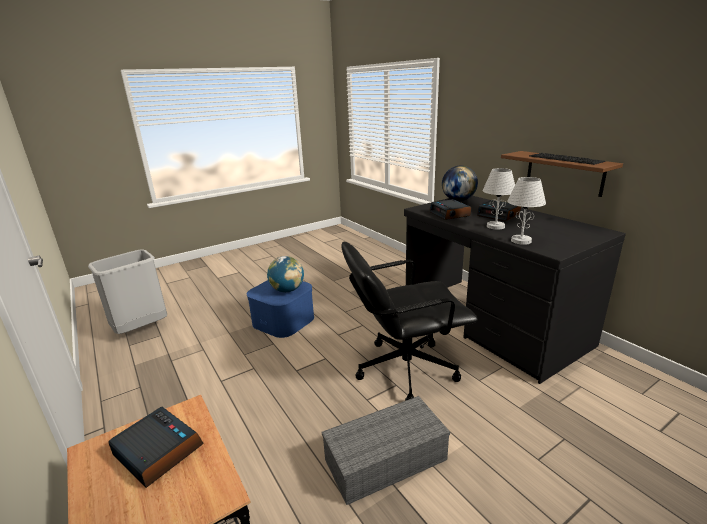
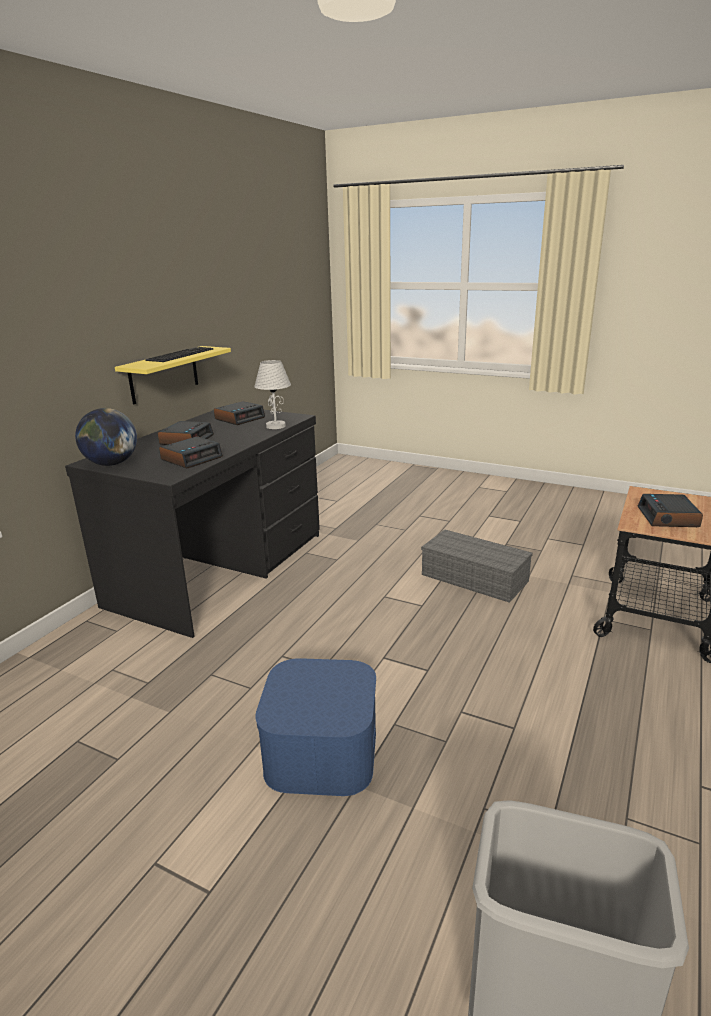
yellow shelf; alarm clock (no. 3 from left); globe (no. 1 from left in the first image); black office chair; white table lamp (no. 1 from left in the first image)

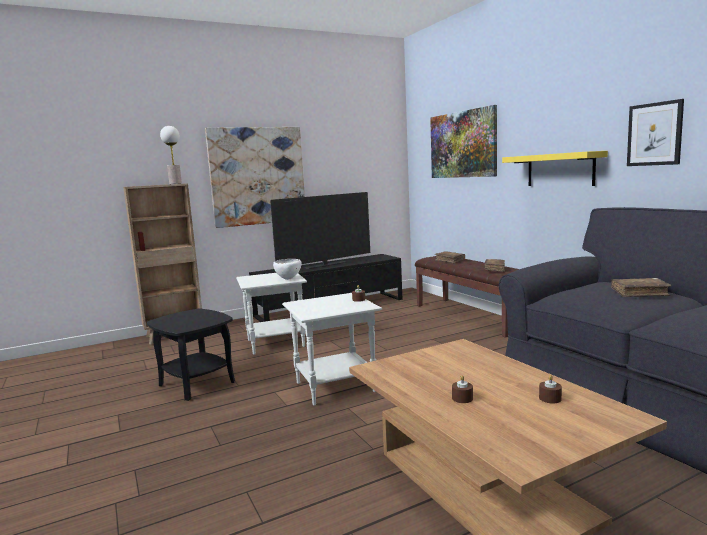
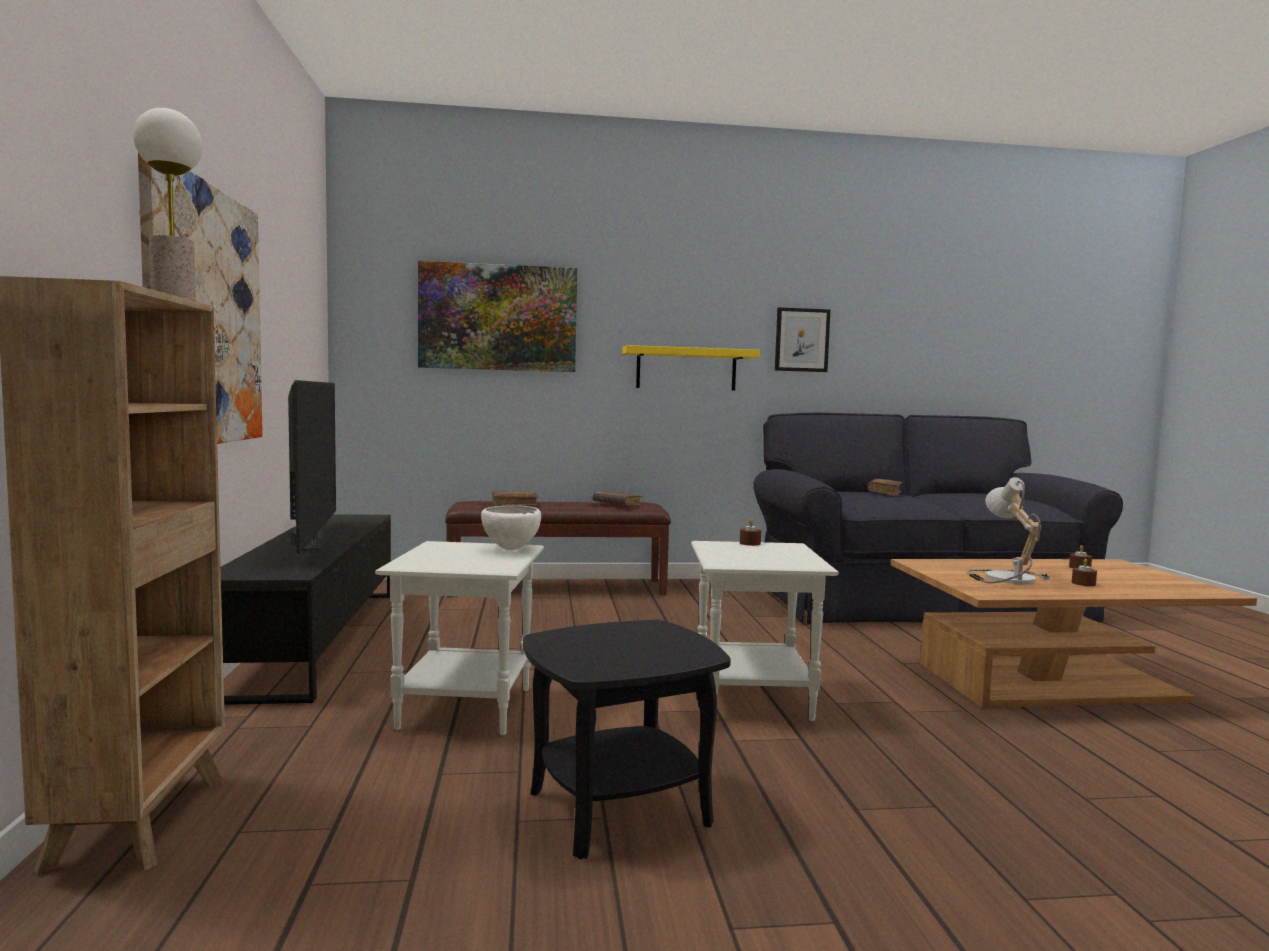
table lamp (no. 2 from left)

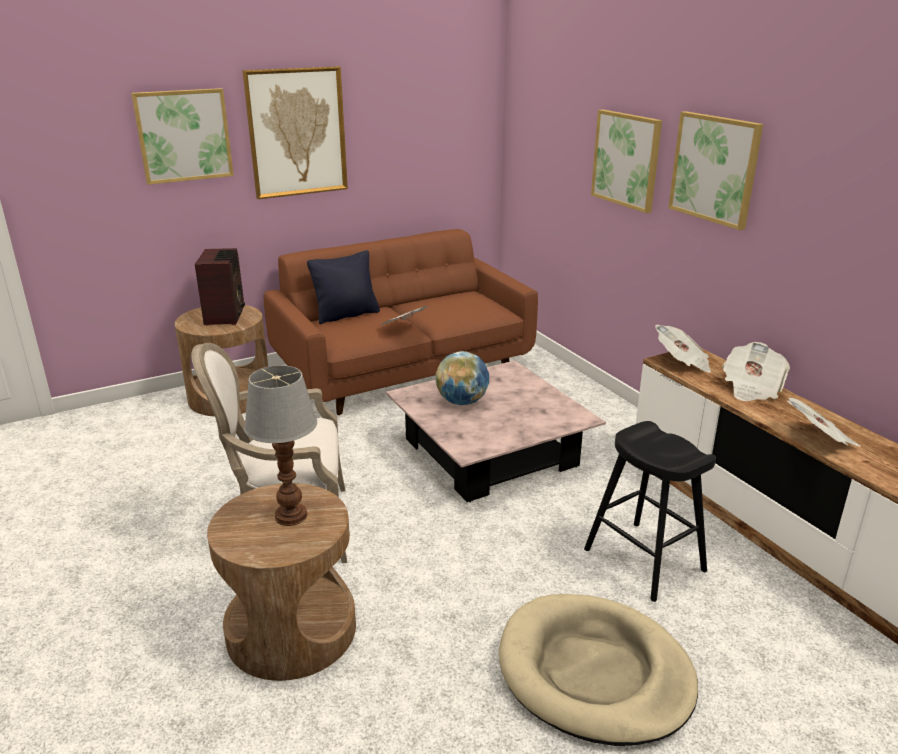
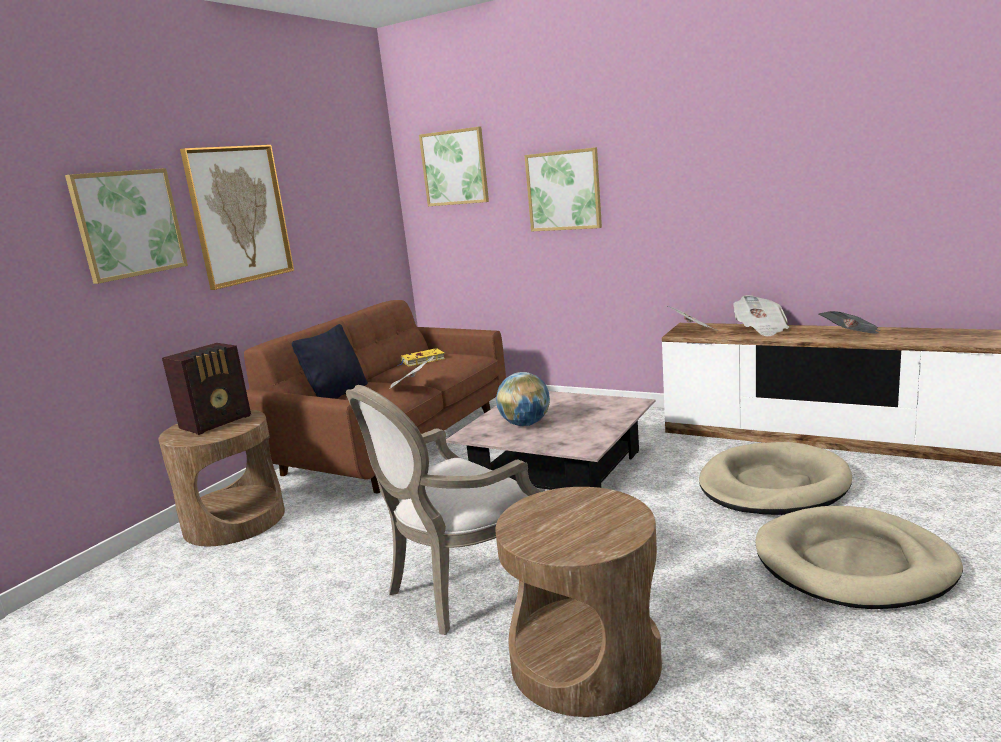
radio; yellow book; picture (no. 3 from left); beige dog bed (no. 1 from left); table lamp

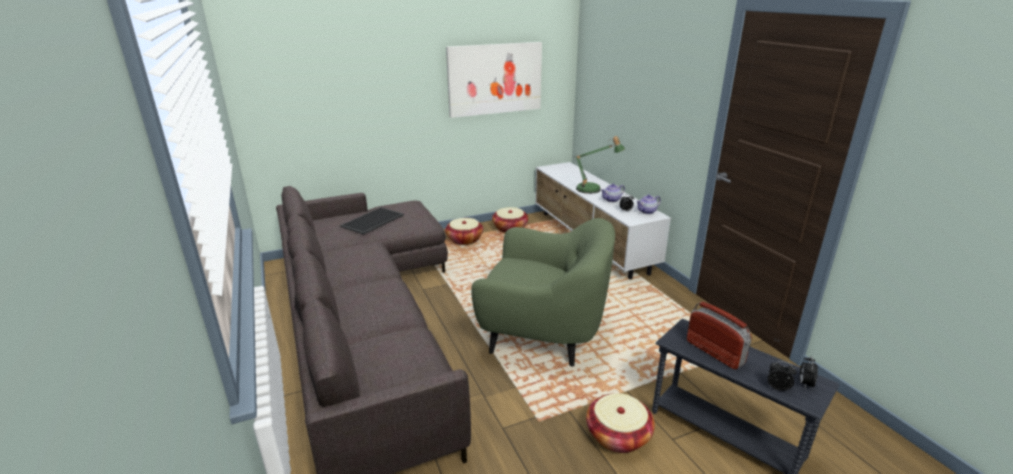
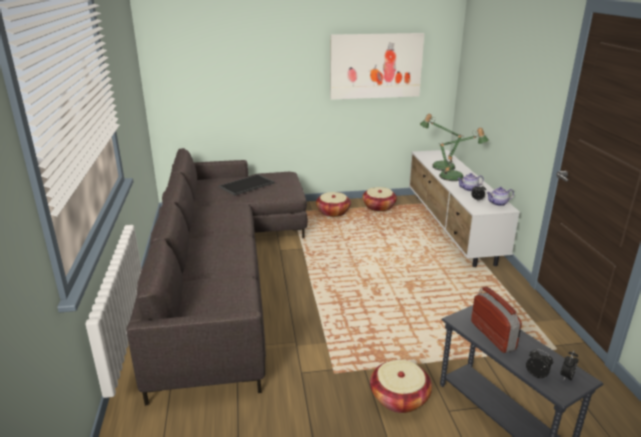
table lamp (no. 1 from left); green armchair

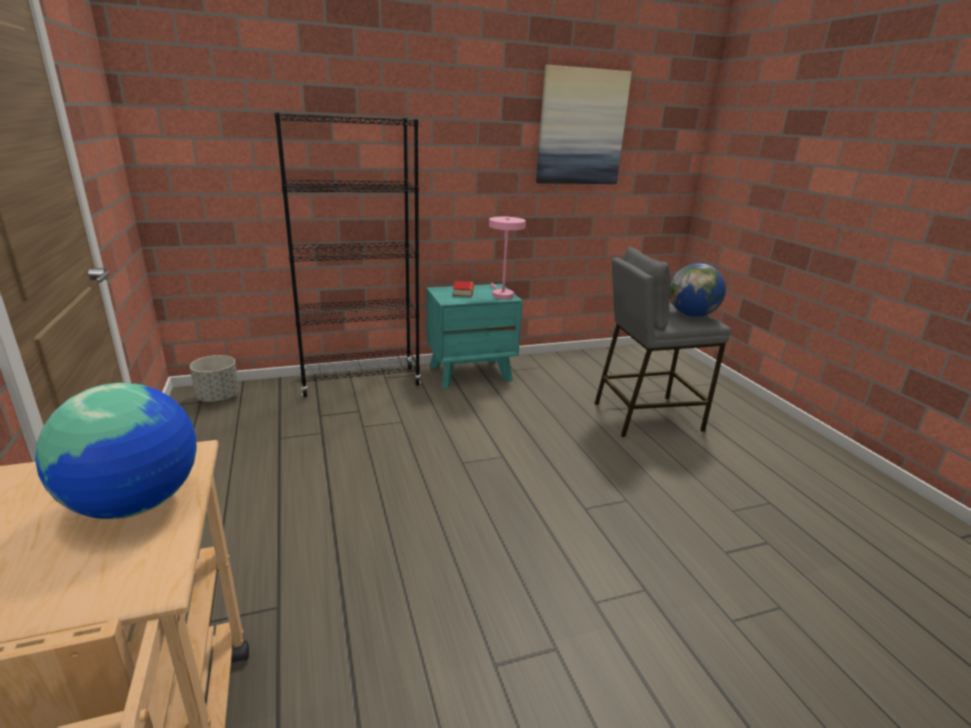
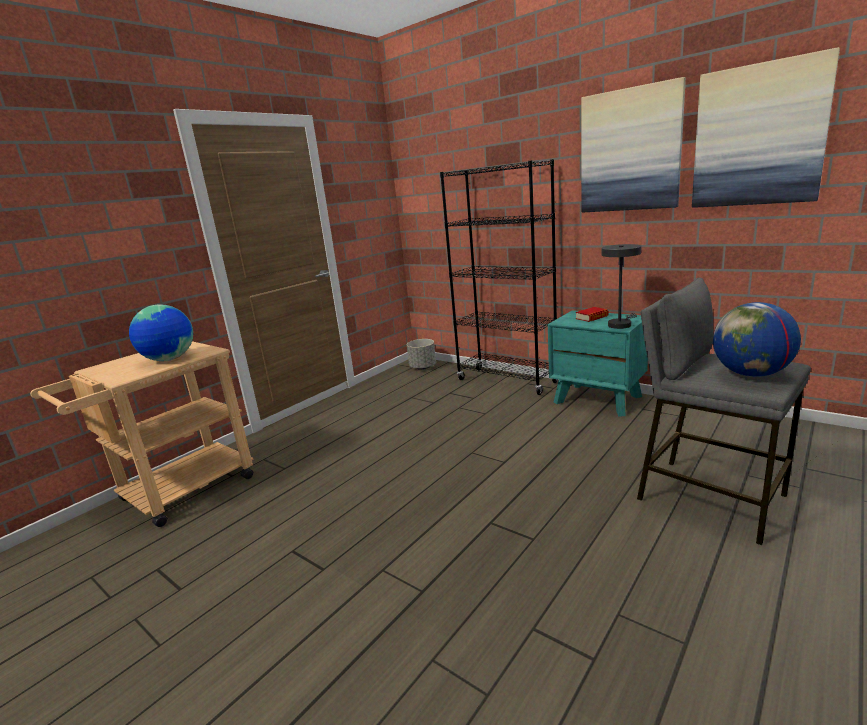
picture (no. 1 from left); grey table lamp

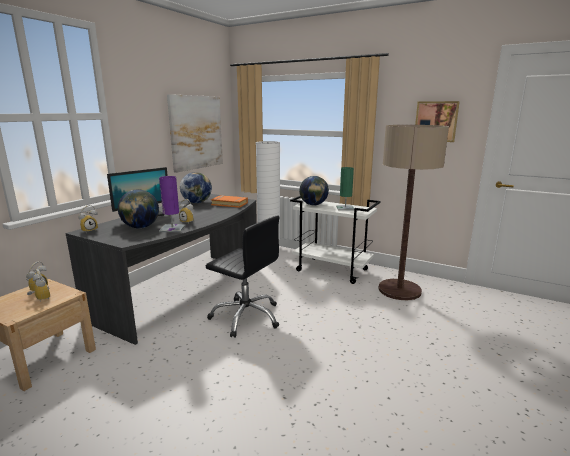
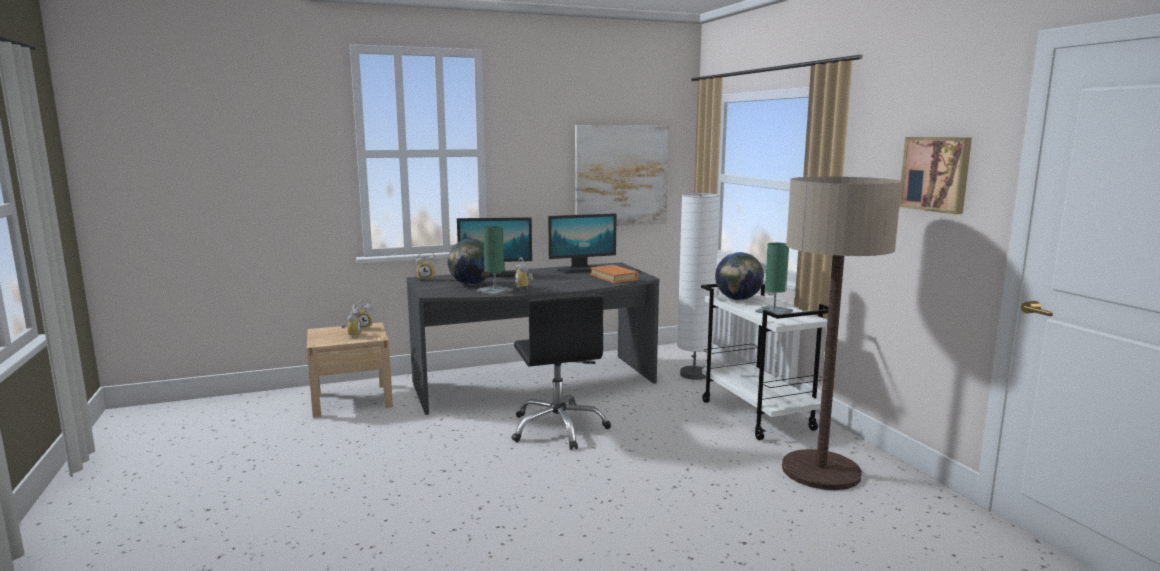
green table lamp (no. 1 from left); monitor (no. 2 from left)

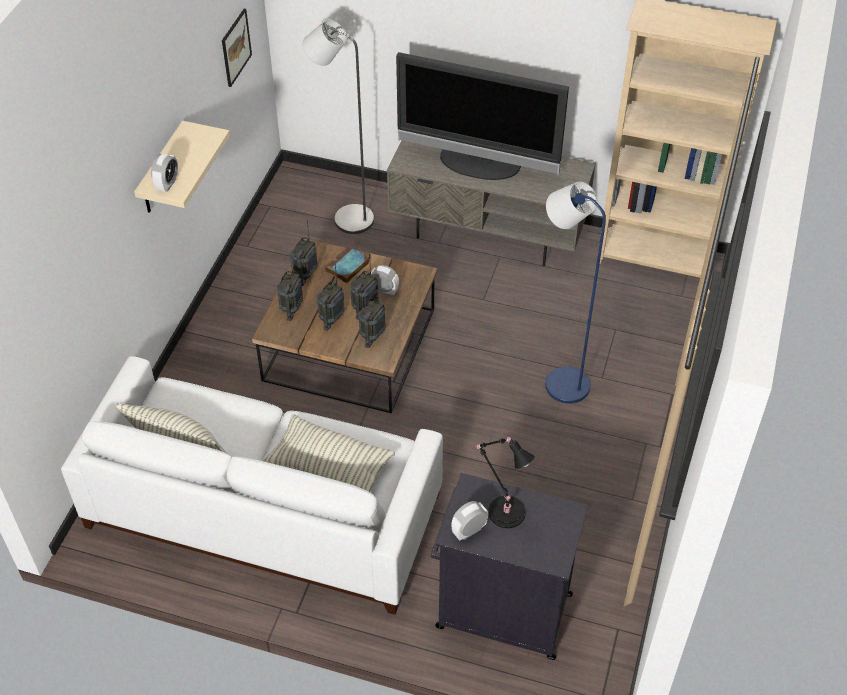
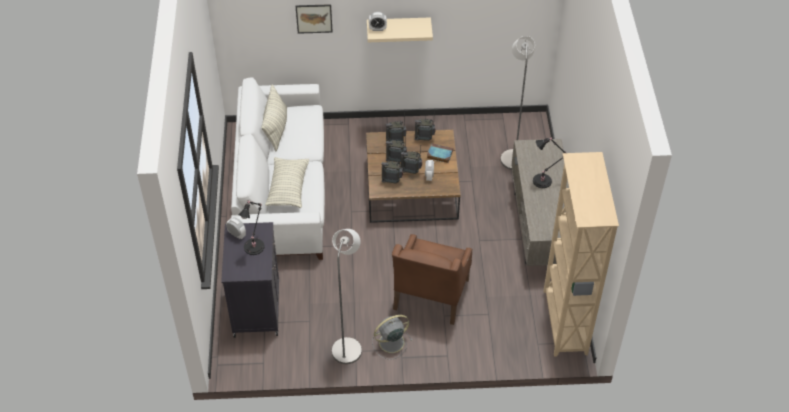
picture; grey floor lamp (no. 1 from left); grey fan; brown armchair; black table lamp (no. 2 from left)

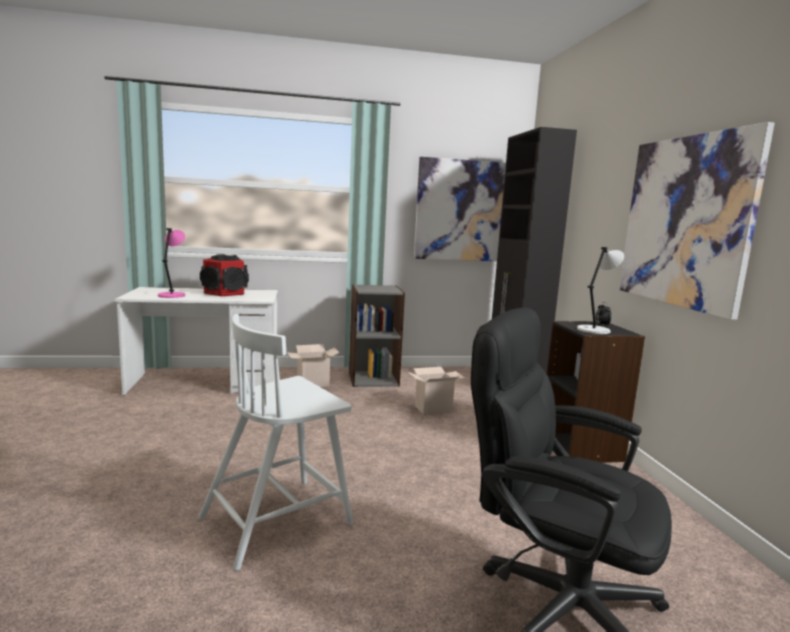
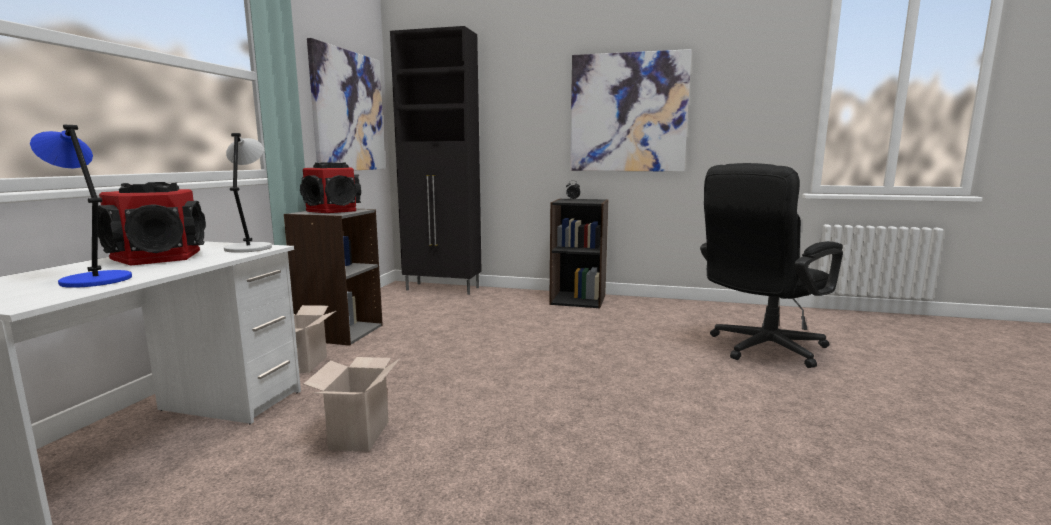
blue table lamp; grey table lamp; speaker (no. 2 from left); cardboard box (no. 2 from left); white chair

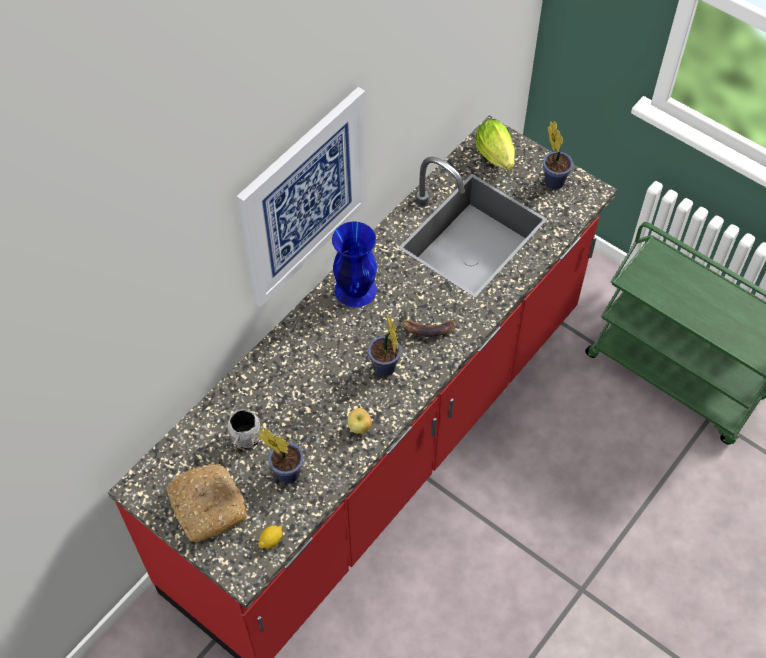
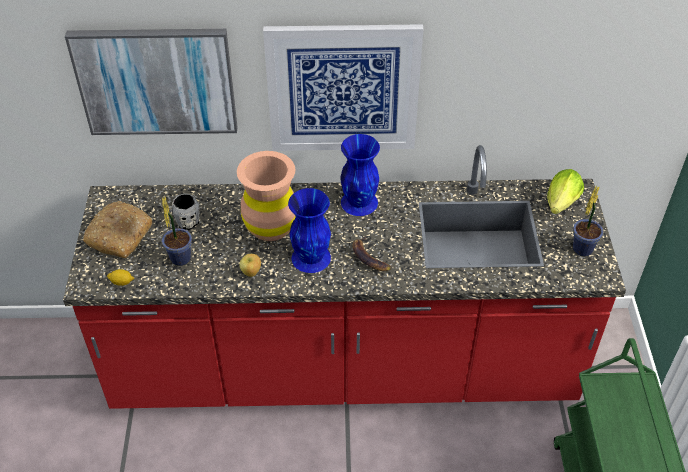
picture (no. 1 from left); brown vase; blue vase (no. 1 from left)

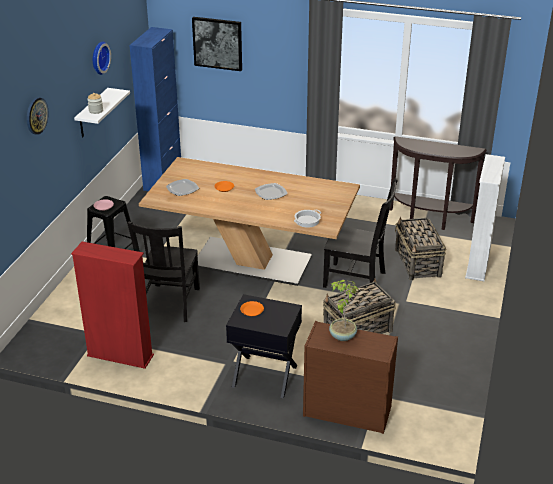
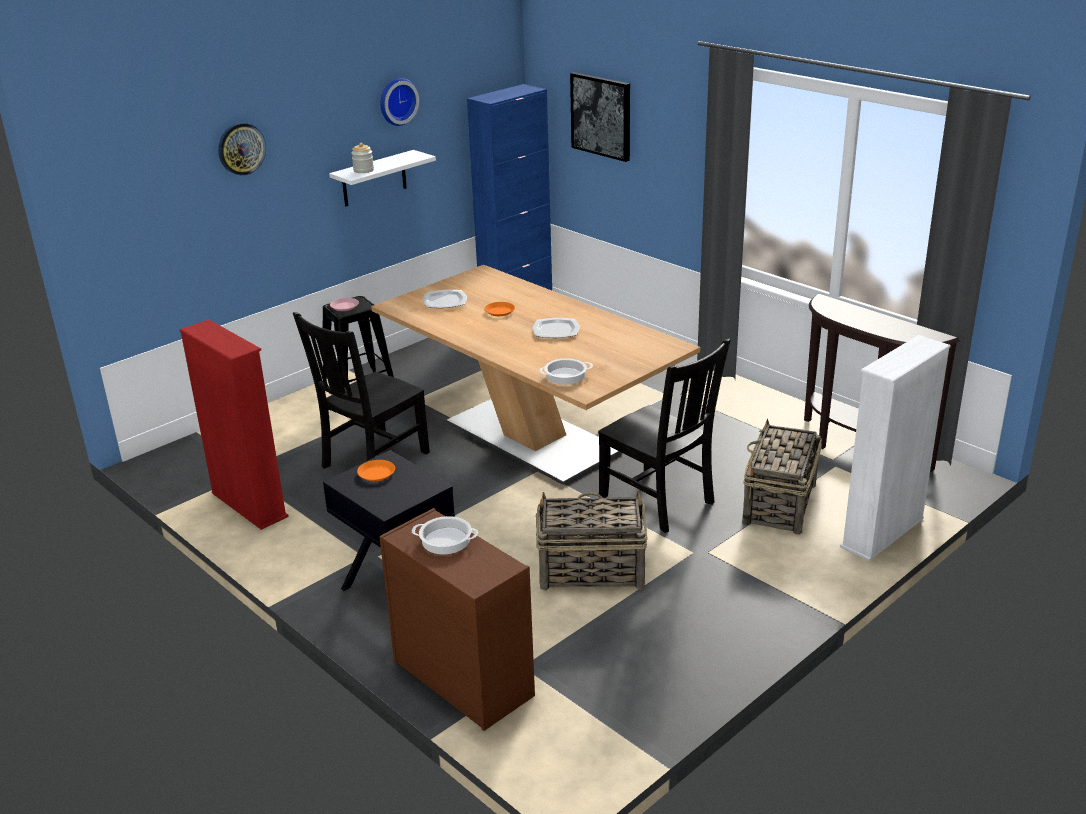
cooking pot (no. 1 from left)

